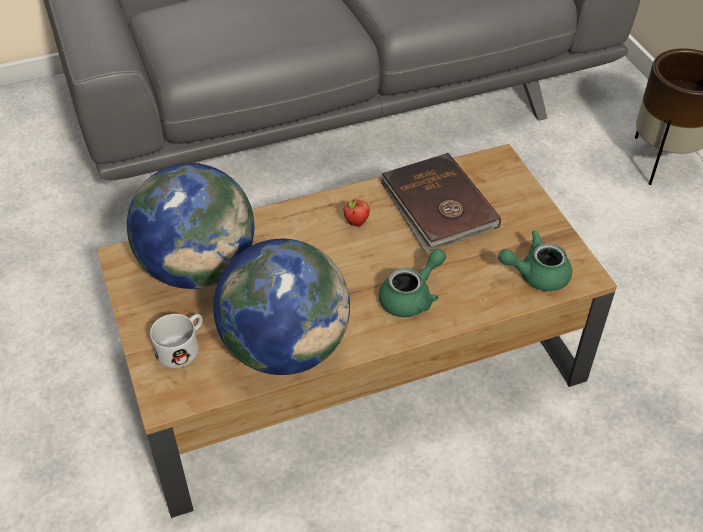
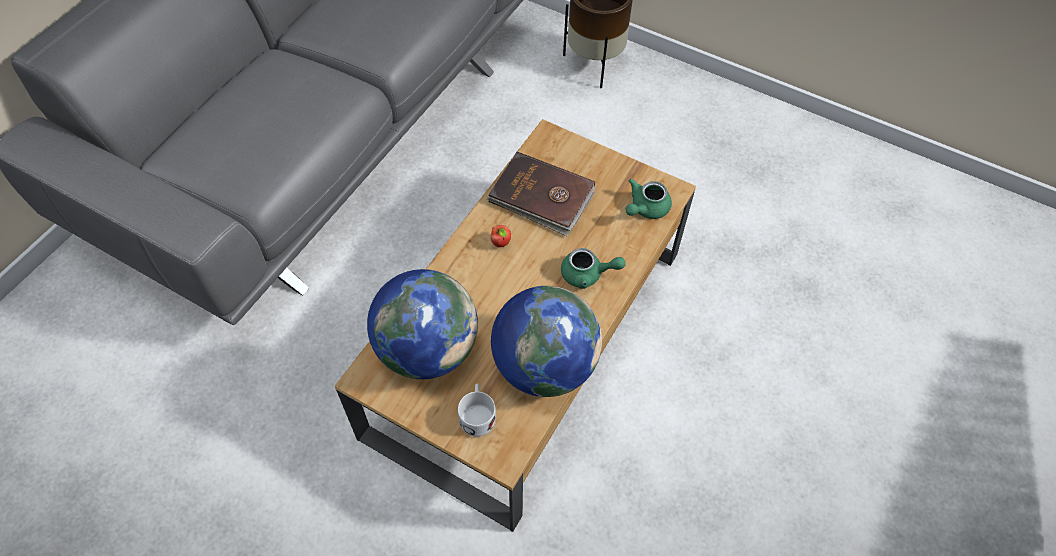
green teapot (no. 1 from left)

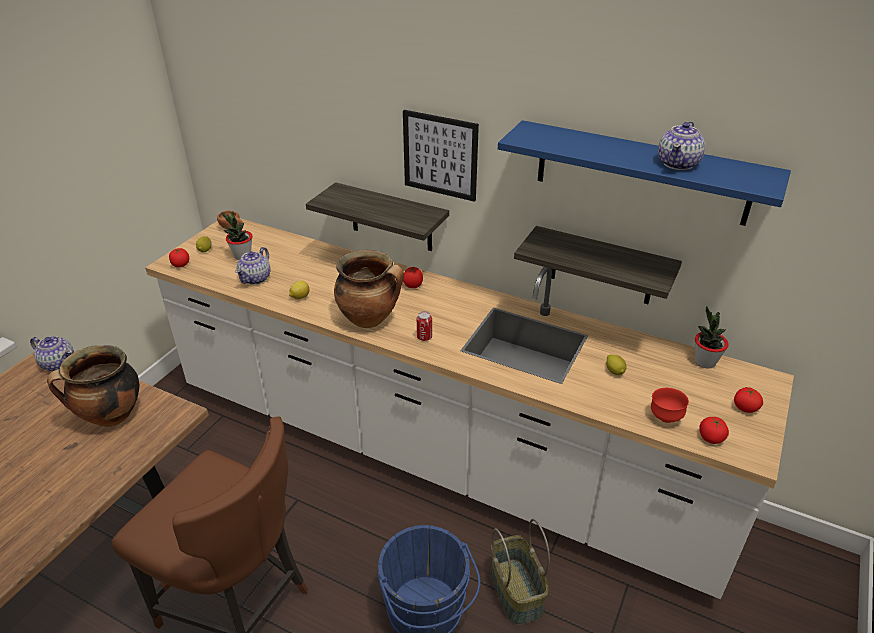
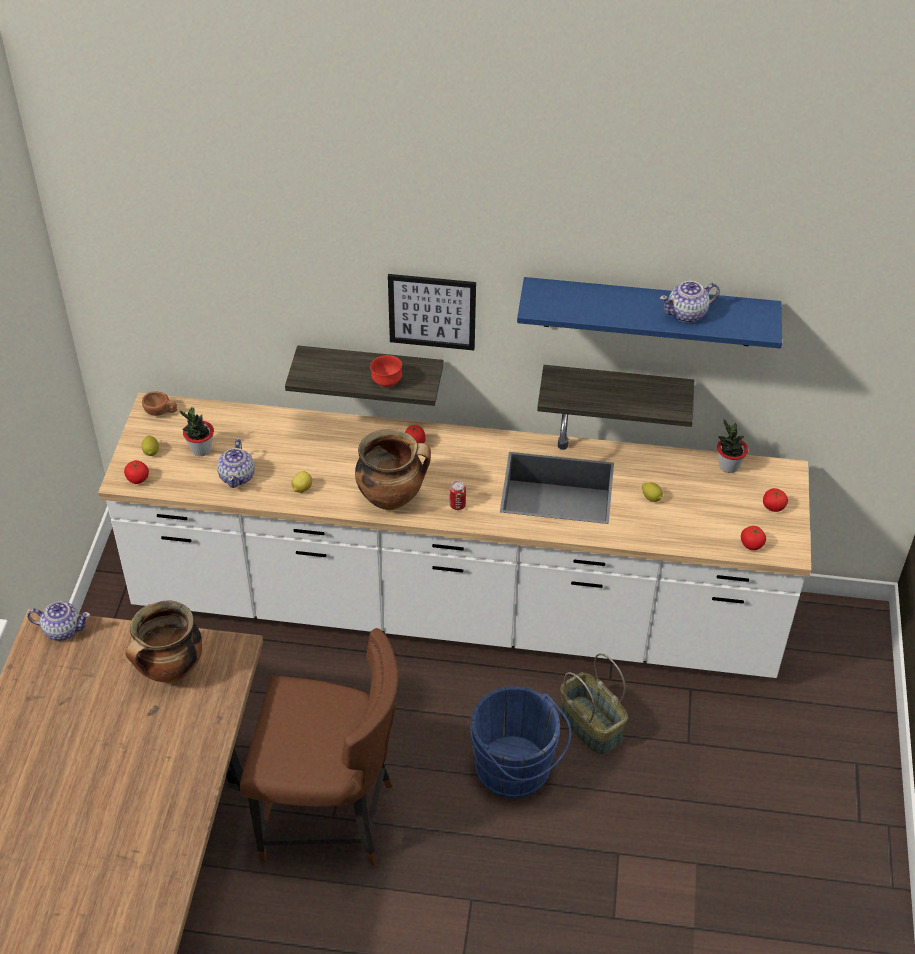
red bowl; teapot (no. 3 from left)

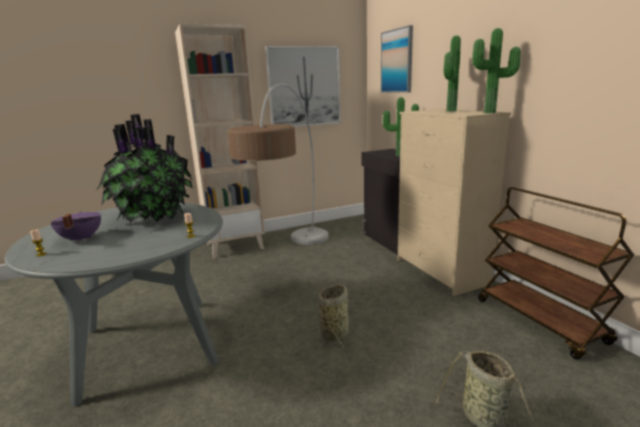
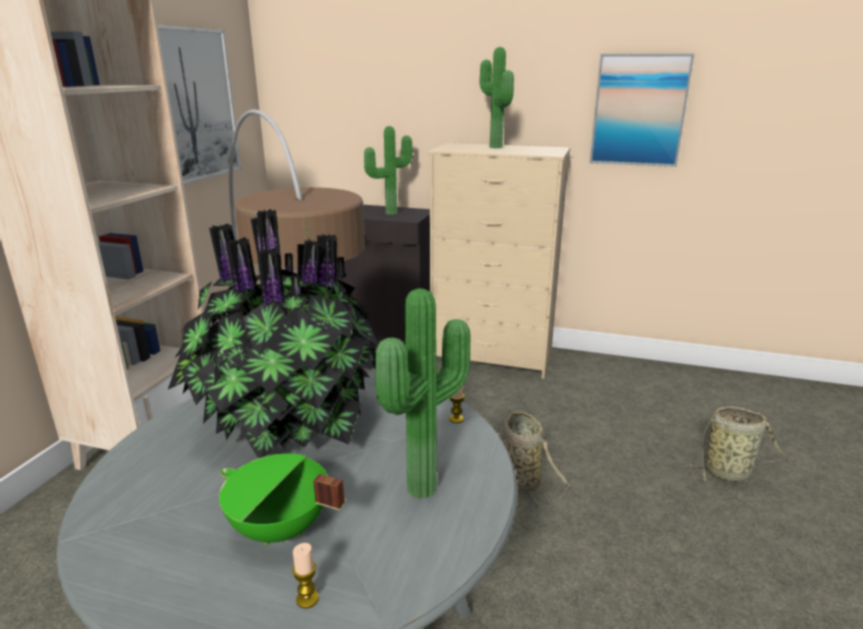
green cooking pot; potted plant (no. 3 from left); picture (no. 2 from left); brown cart

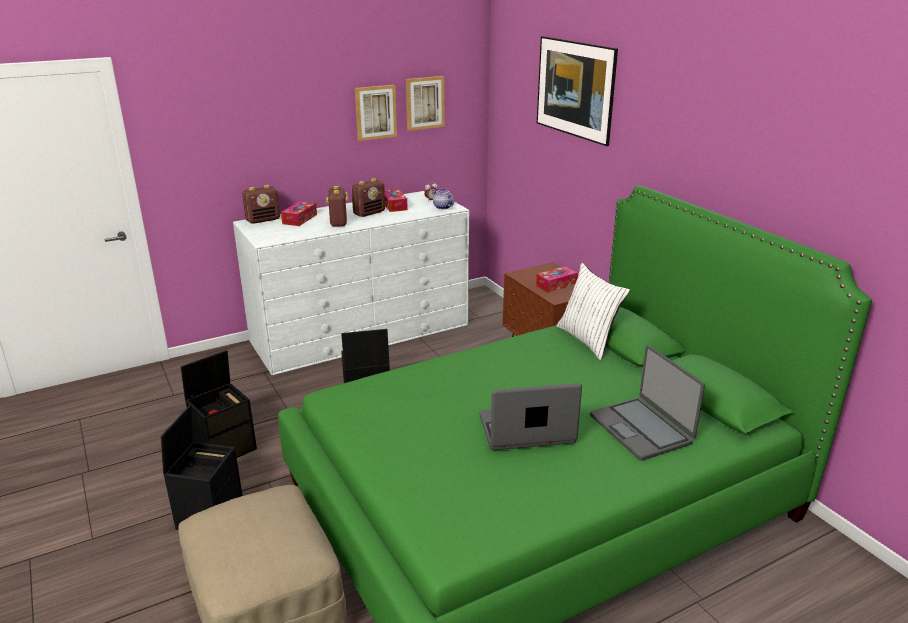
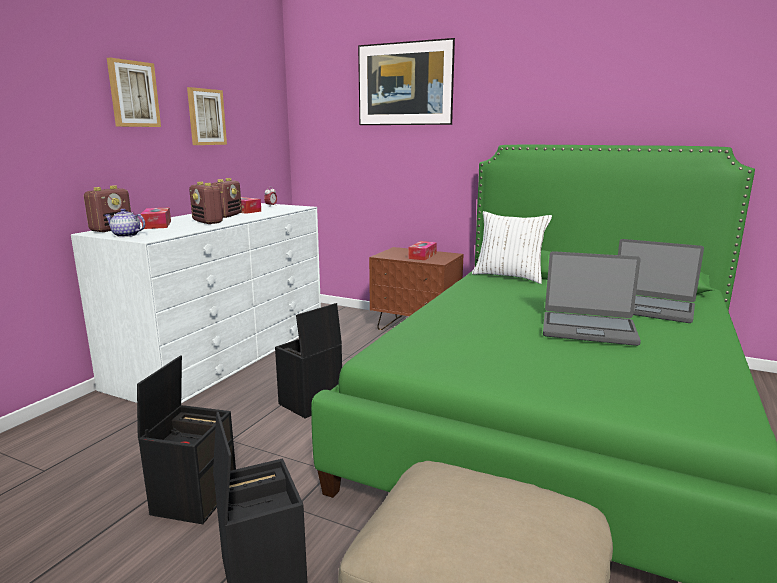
teapot; picture (no. 1 from left); laptop (no. 1 from left)

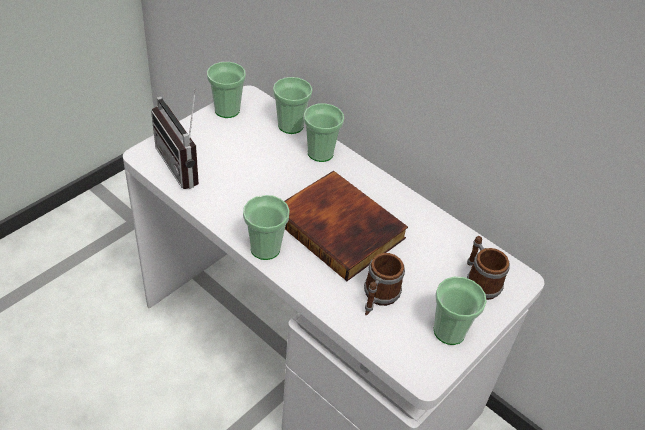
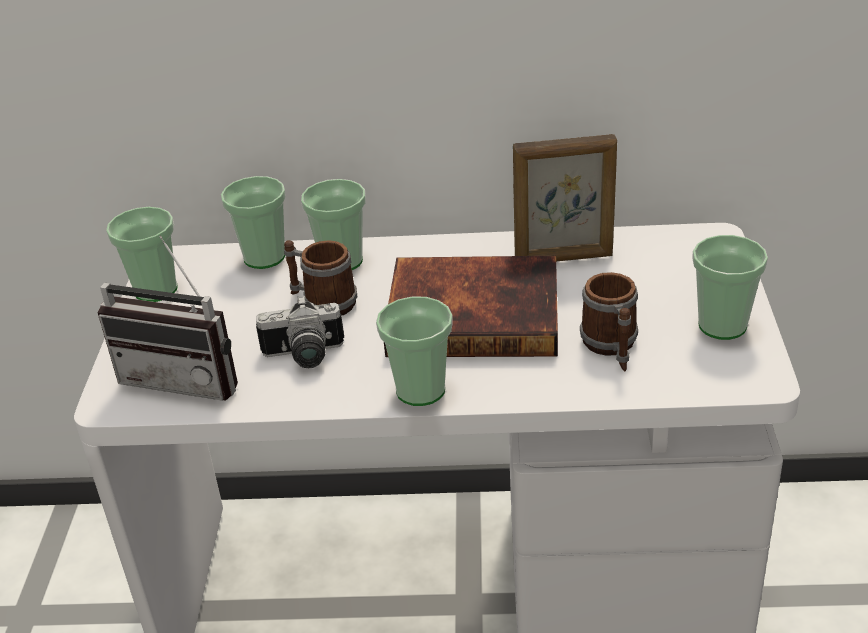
photo camera; mug (no. 1 from left); picture frame

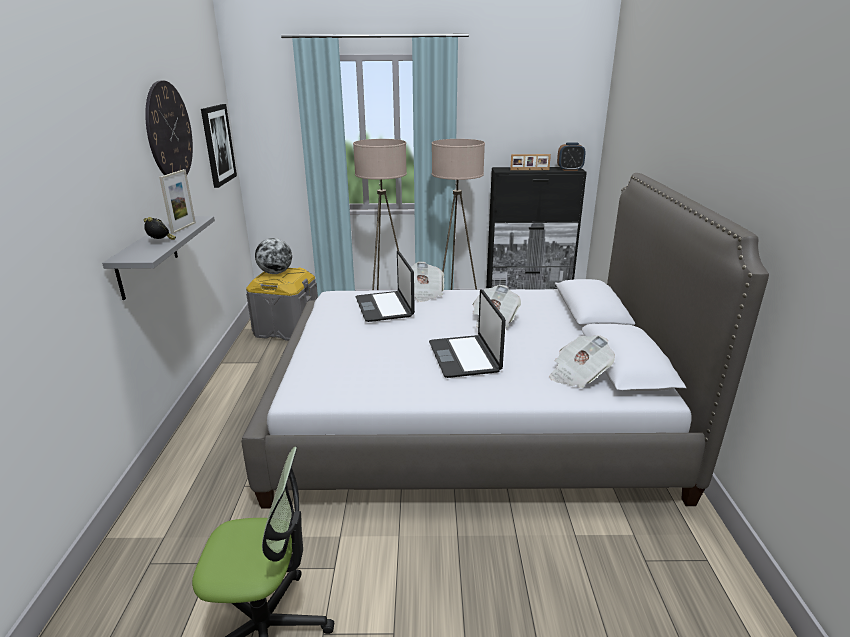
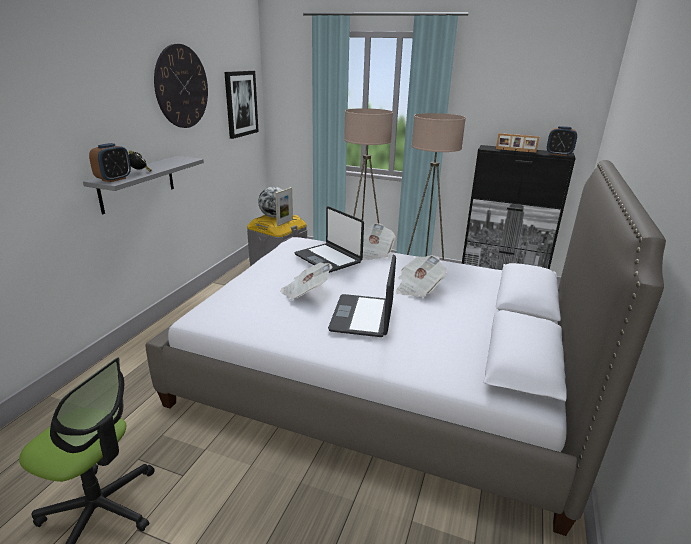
alarm clock (no. 1 from left); picture frame (no. 1 from left); newspaper (no. 1 from left); laptop (no. 1 from left)

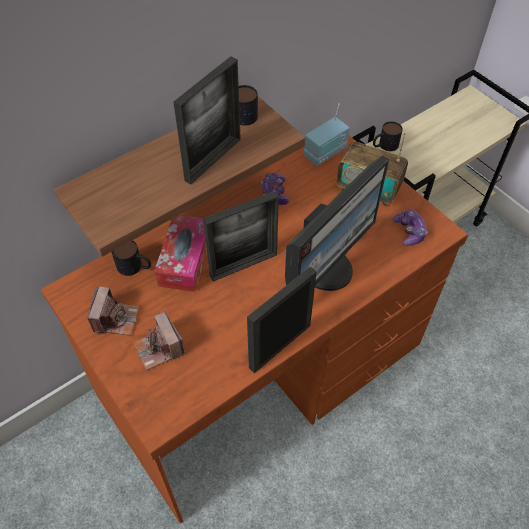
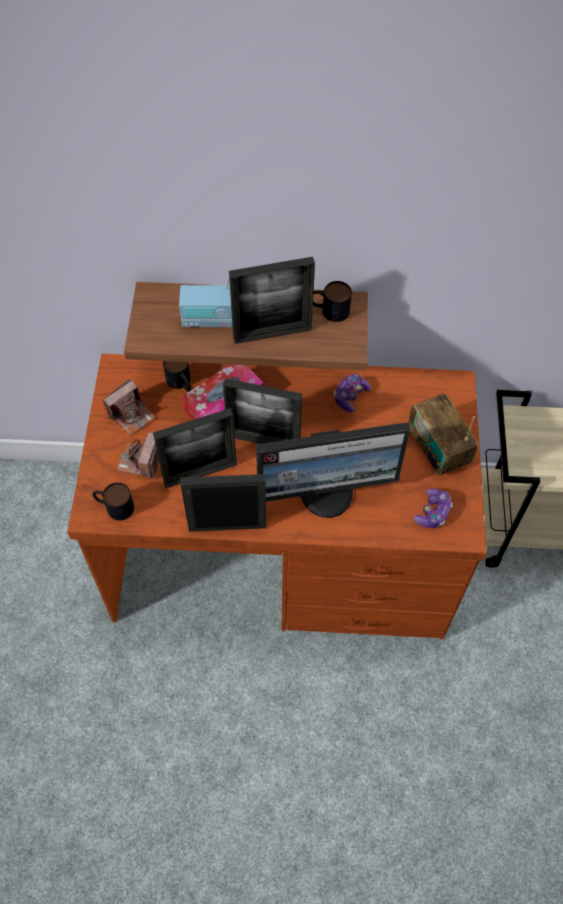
mug (no. 1 from left); picture frame (no. 1 from left); radio (no. 1 from left)

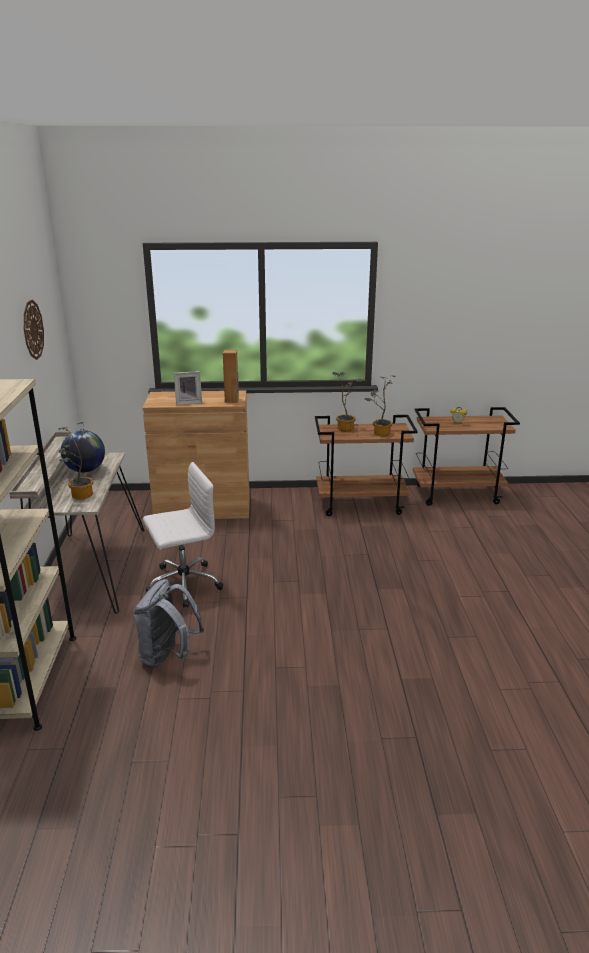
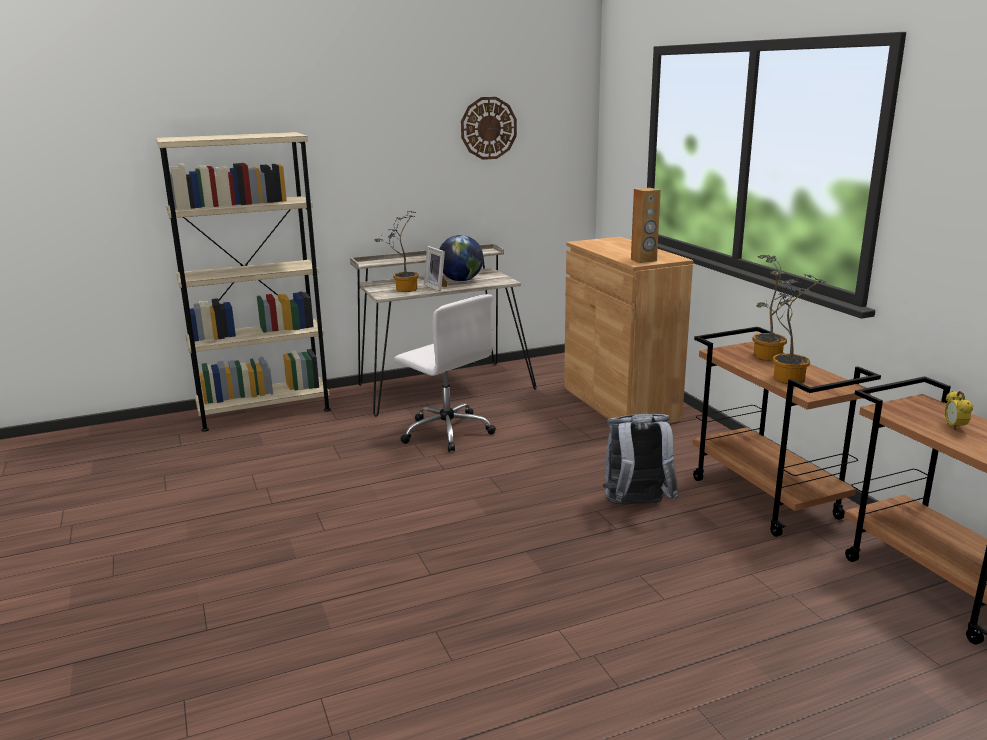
picture frame; grey backpack

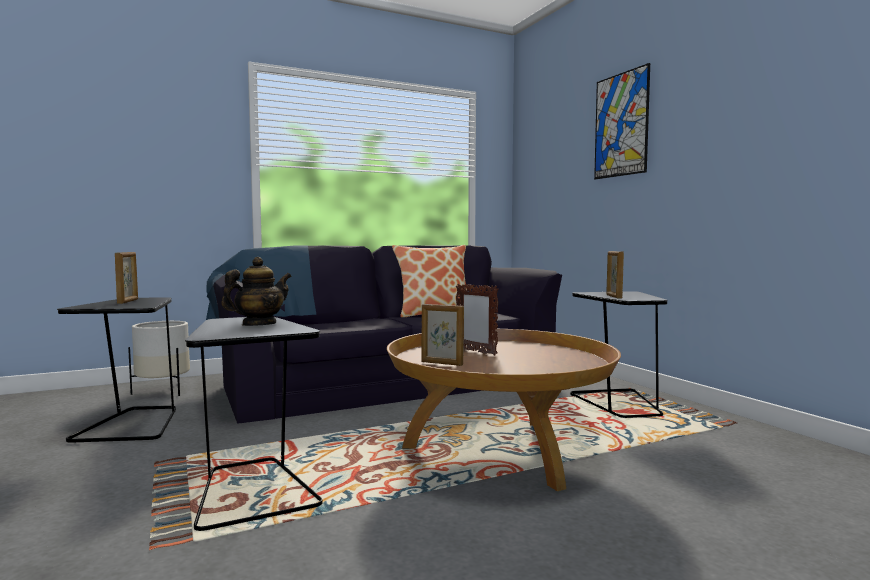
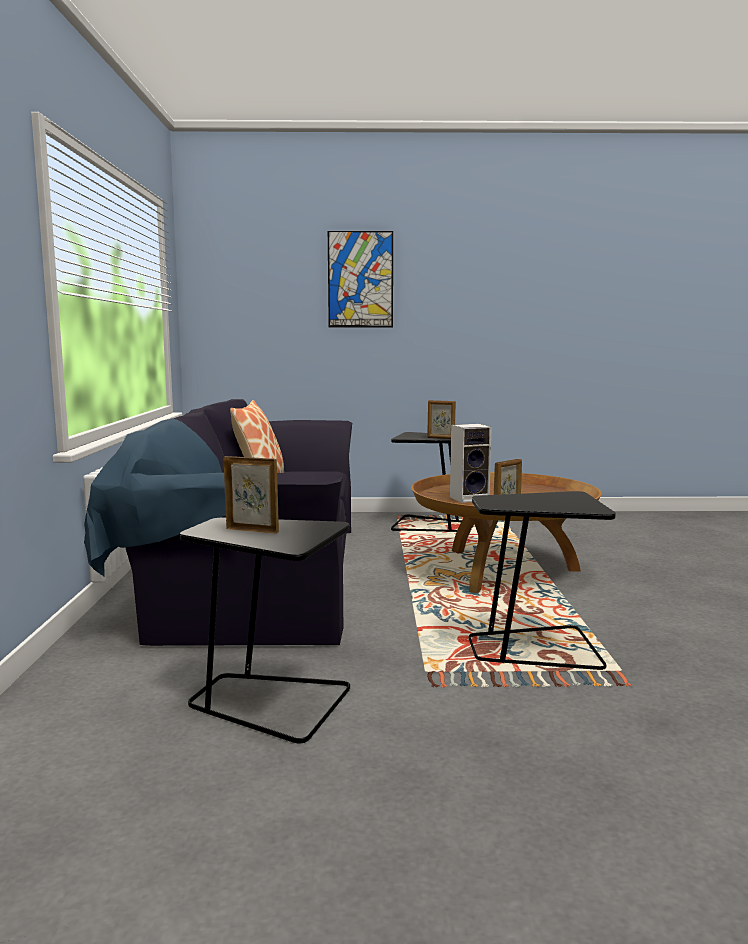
speaker; white planter; teapot

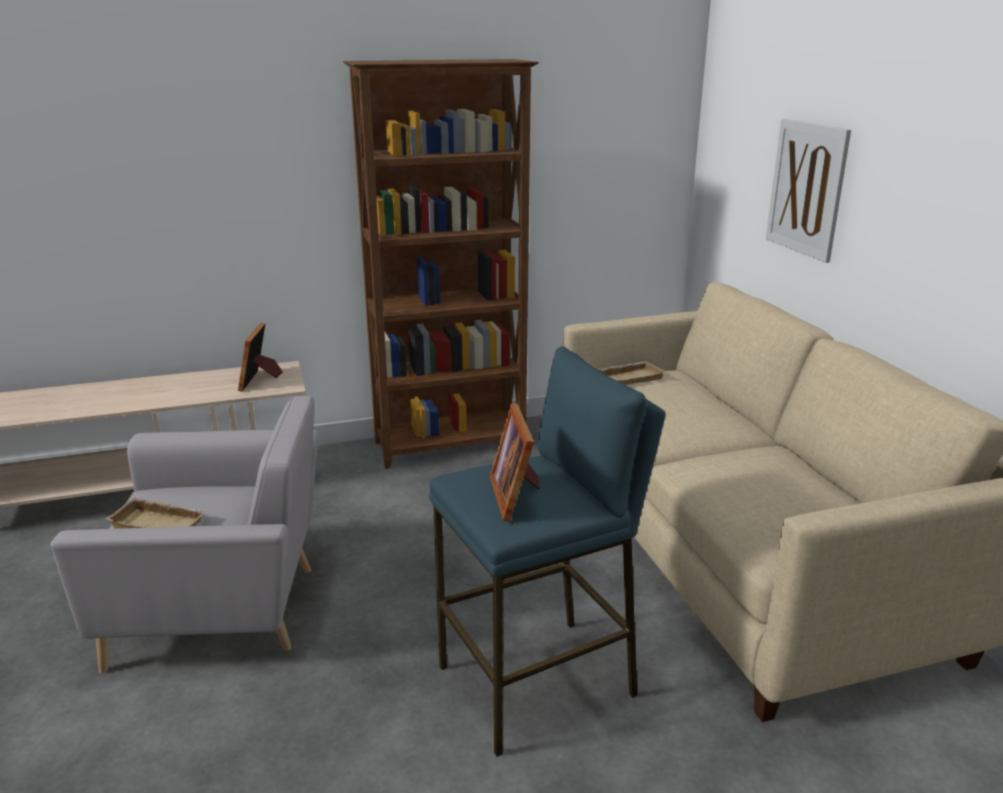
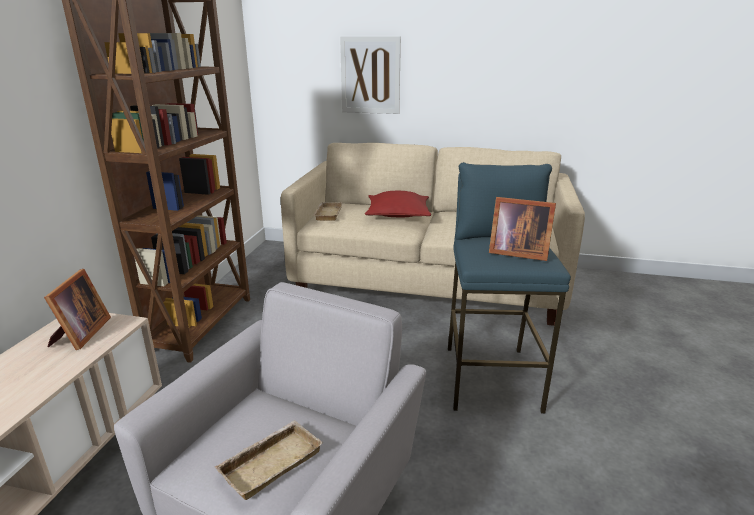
picture frame (no. 1 from left); red pillow

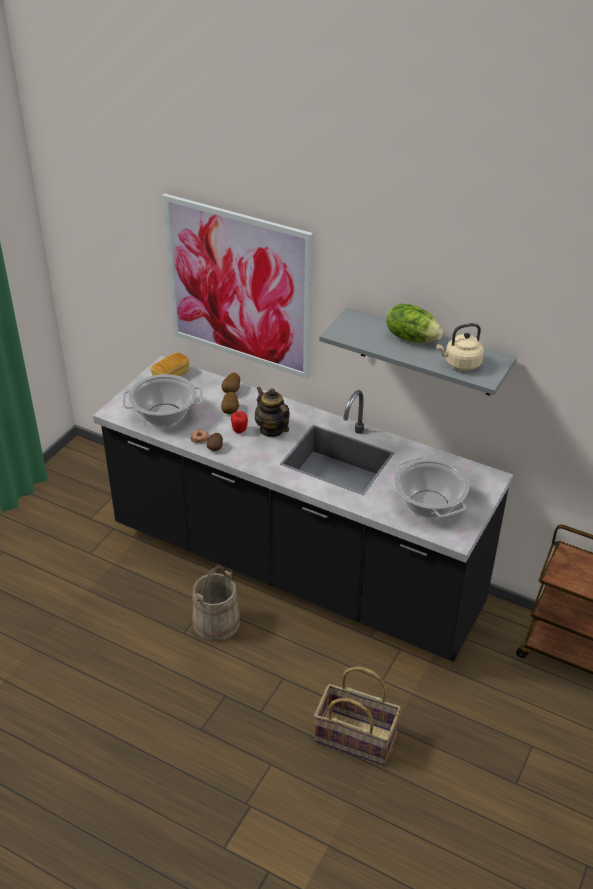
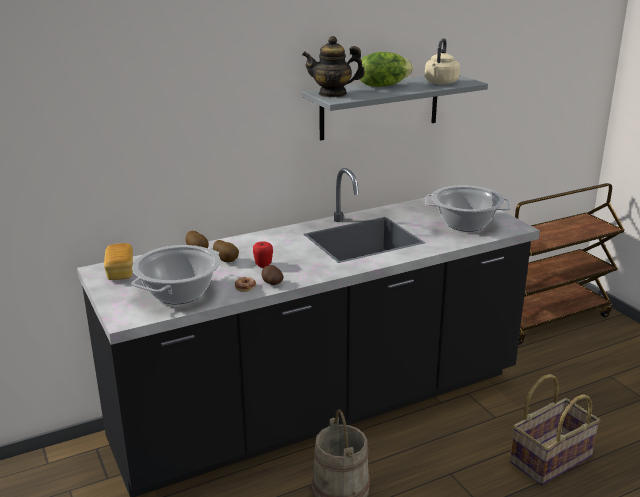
teapot; picture

